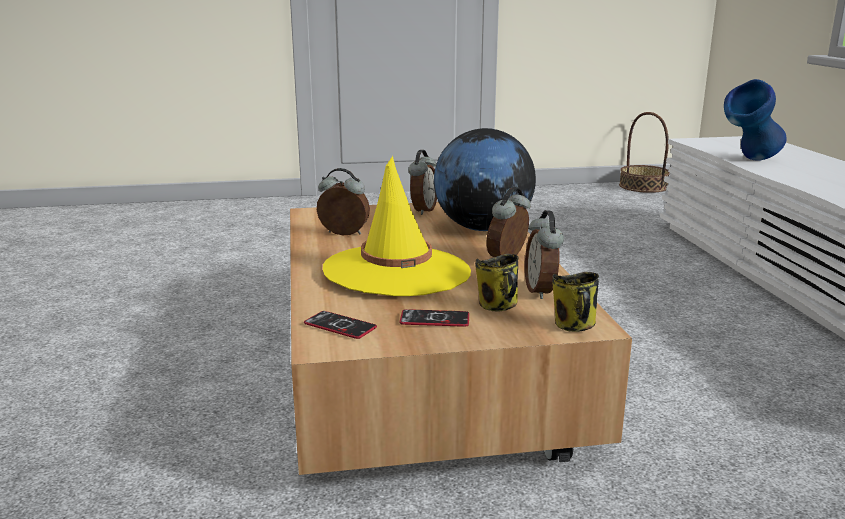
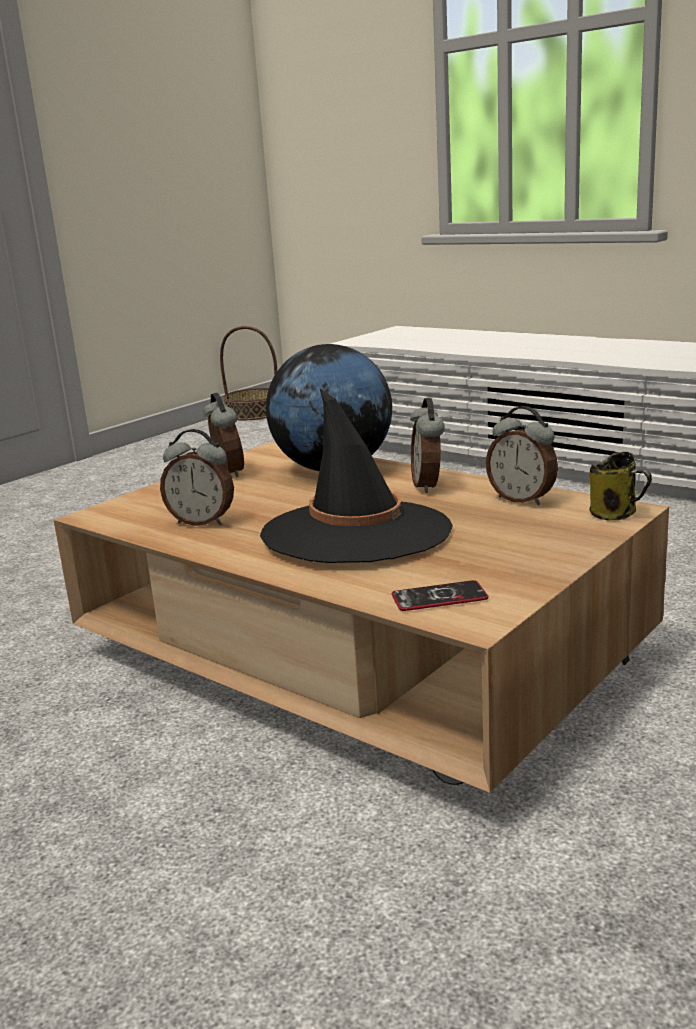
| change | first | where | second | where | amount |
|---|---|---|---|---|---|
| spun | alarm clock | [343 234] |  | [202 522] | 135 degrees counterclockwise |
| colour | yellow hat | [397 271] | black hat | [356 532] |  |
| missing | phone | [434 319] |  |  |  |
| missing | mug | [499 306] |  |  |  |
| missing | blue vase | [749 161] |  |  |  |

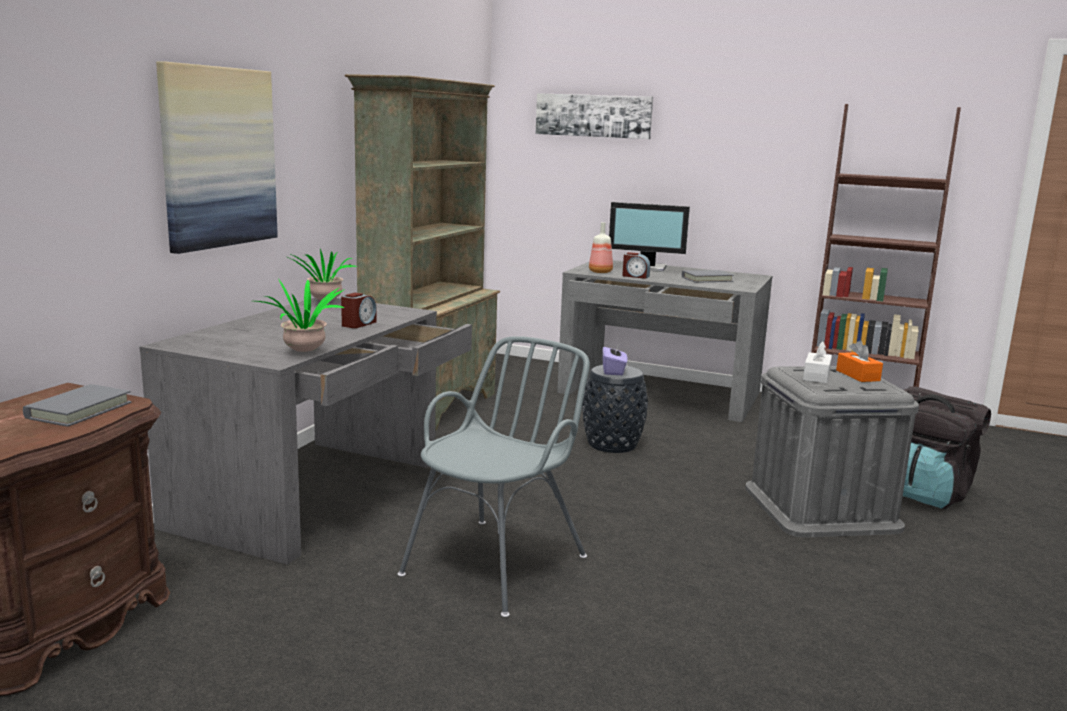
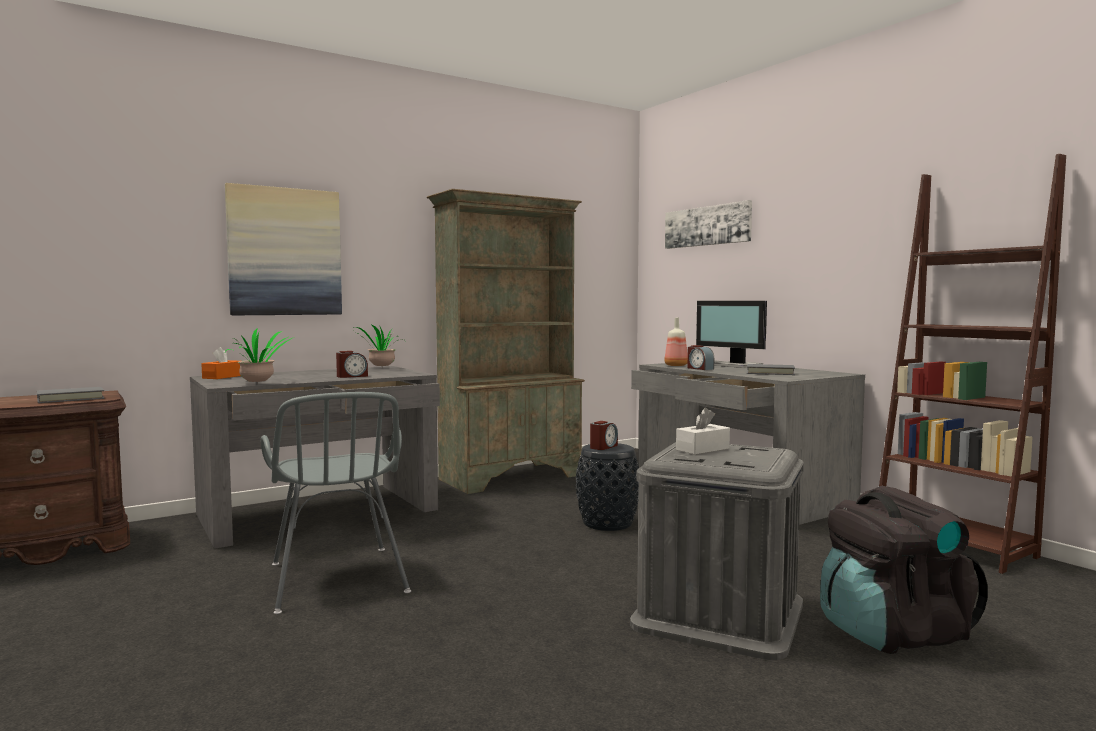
| change | first | where | second | where | amount |
|---|---|---|---|---|---|
| spun | grey chair | [498 561] |  | [337 580] | 90 degrees clockwise |
| exchanged | purple tissue box | [613 371] | alarm clock | [603 447] |  |
| relocated | orange tissue box | [857 375] |  | [222 377] |  |

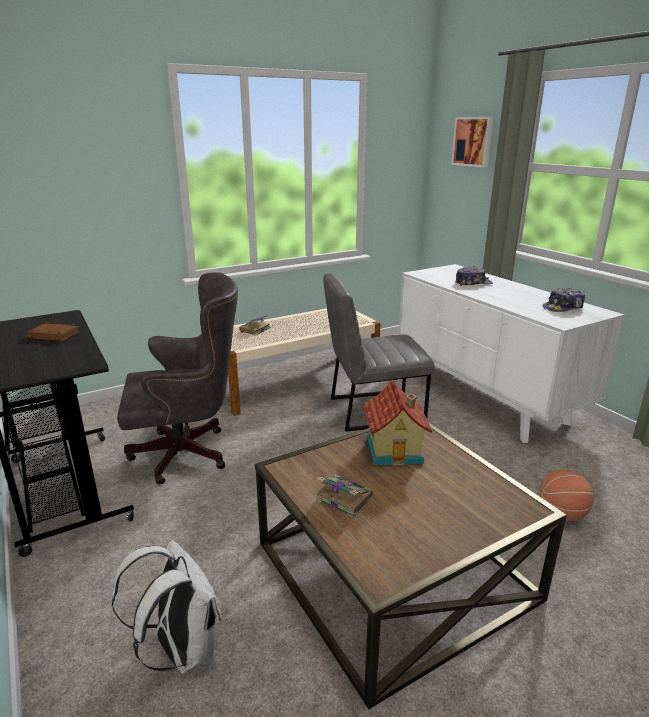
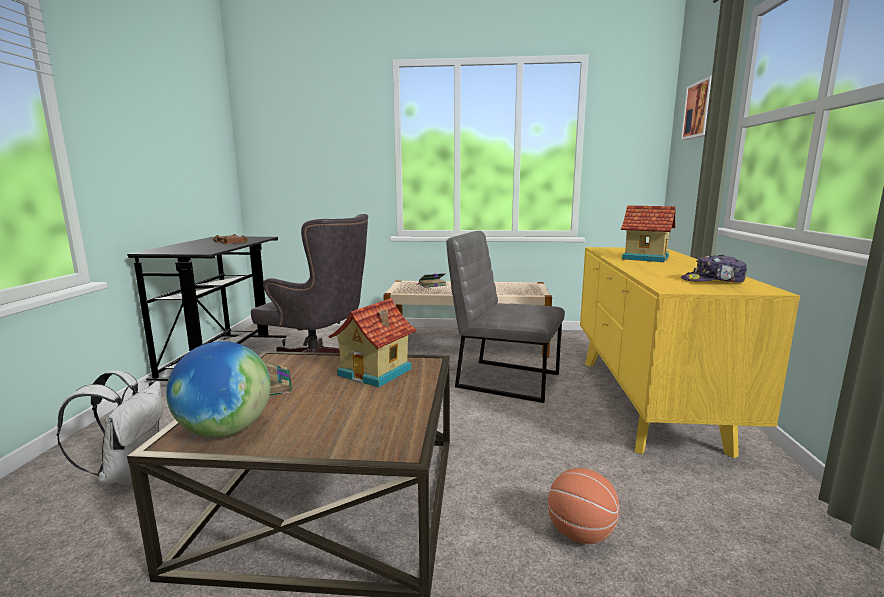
| change | first | where | second | where | amount |
|---|---|---|---|---|---|
| colour | white dresser | [485 397] | yellow dresser | [649 401] |  |
| exchanged | cap | [473 283] | toy house | [645 258] |  |
| appeared |  |  | globe | [225 430] |  |

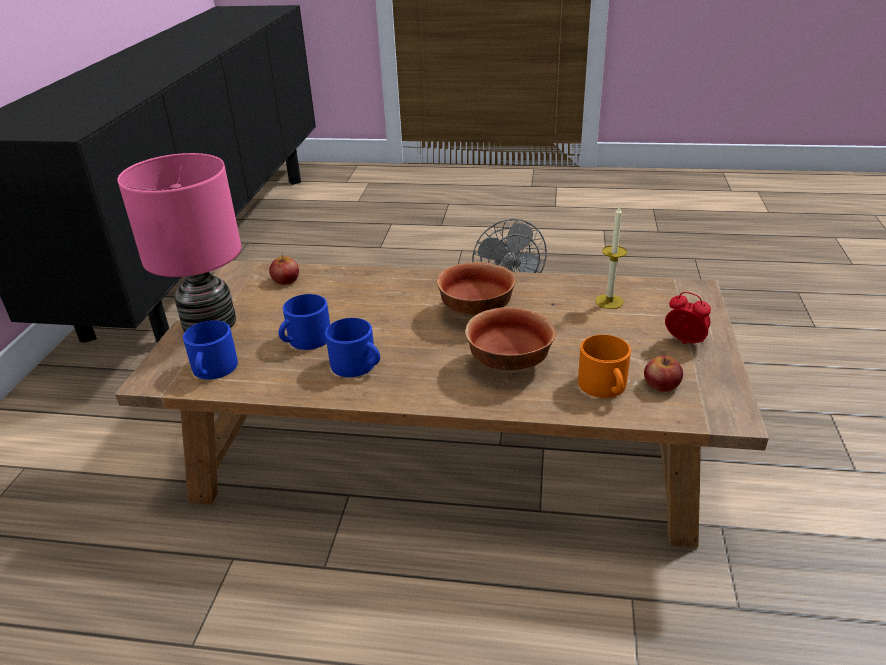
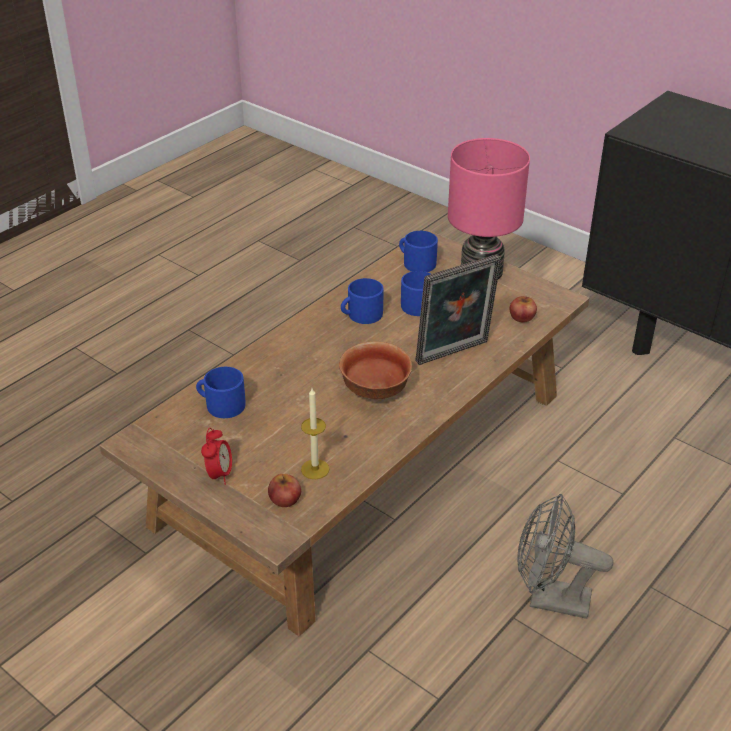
| change | first | where | second | where | amount |
|---|---|---|---|---|---|
| missing | bowl | [509 363] |  |  |  |
| colour | orange mug | [604 387] | blue mug | [221 404] |  |
| relocated | apple | [661 384] |  | [285 499] |  |
| spun | alarm clock | [684 342] |  | [219 474] | 60 degrees counterclockwise |
| appeared |  |  | picture frame | [454 354] |  |

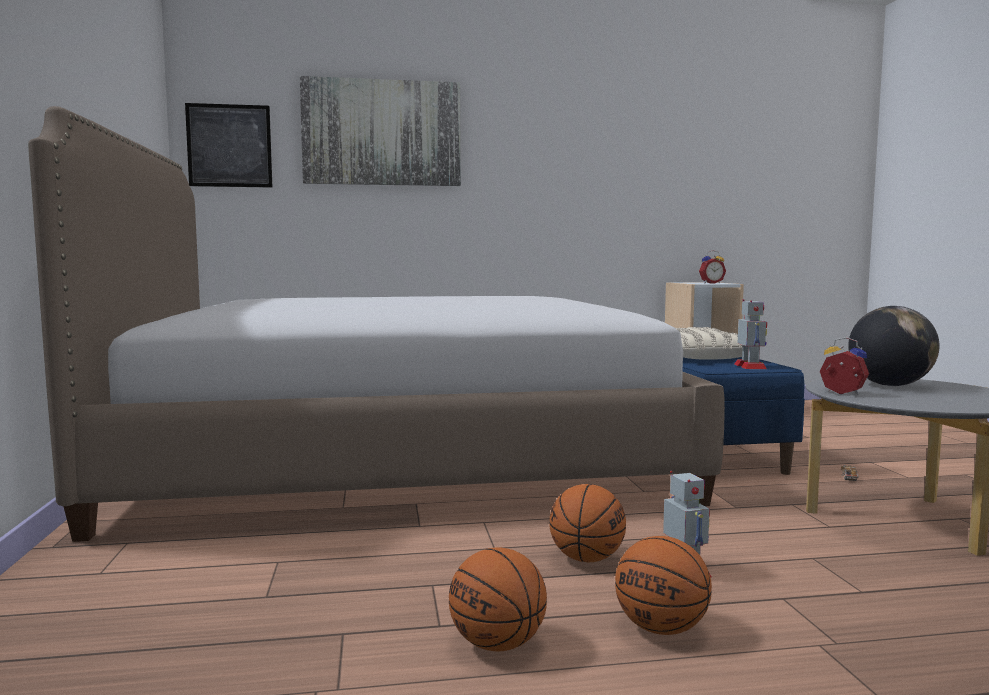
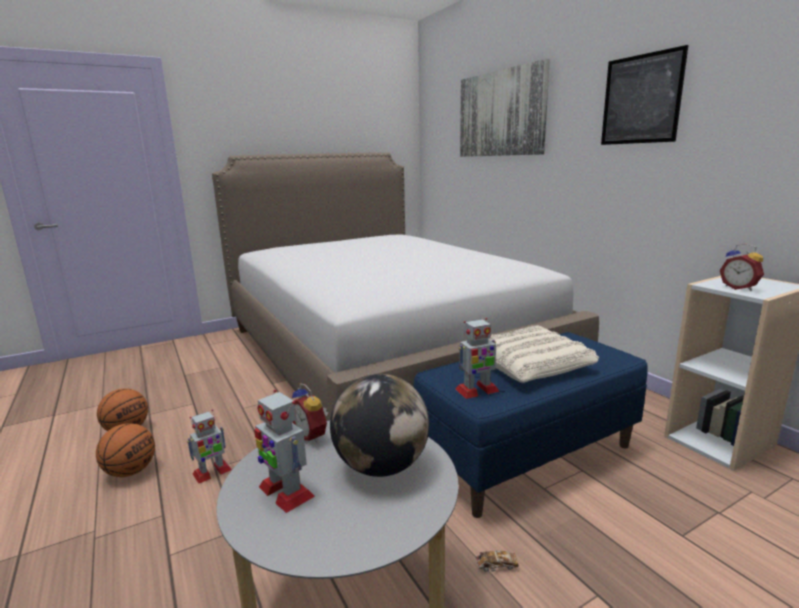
| change | first | where | second | where | amount |
|---|---|---|---|---|---|
| relocated | picture | [229 146] |  | [641 99] |  |
| missing | basketball | [586 559] |  |  |  |
| spun | alarm clock | [842 393] |  | [312 435] | 120 degrees clockwise |
| appeared |  |  | toy robot | [285 491] |  |

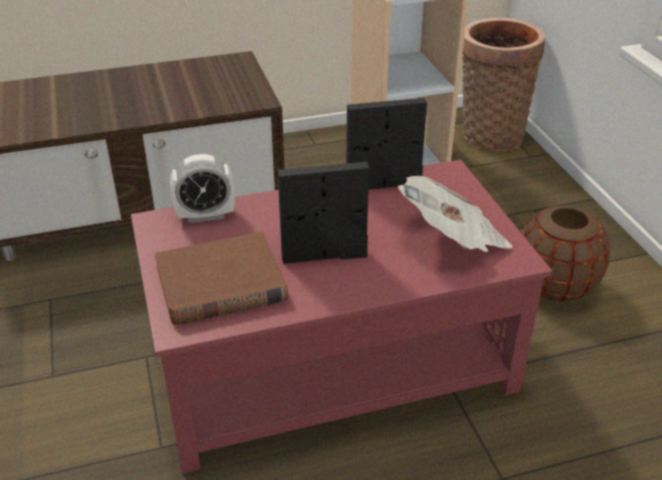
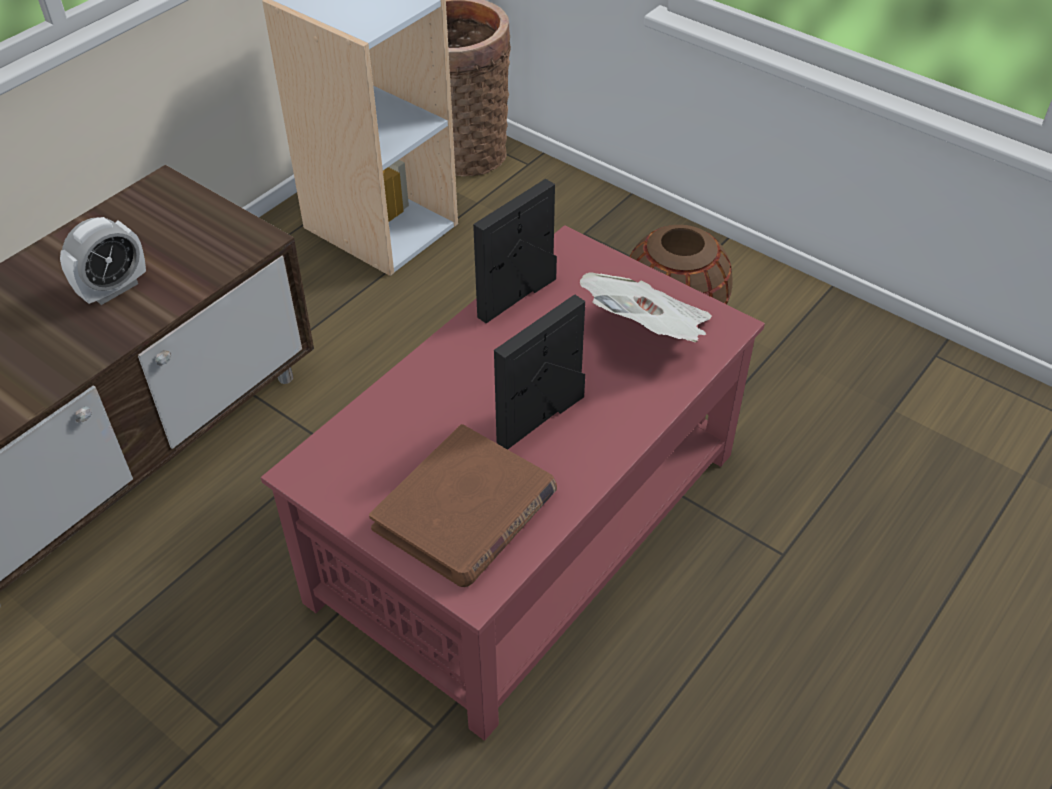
| change | first | where | second | where | amount |
|---|---|---|---|---|---|
| relocated | alarm clock | [205 215] |  | [113 289] |  |

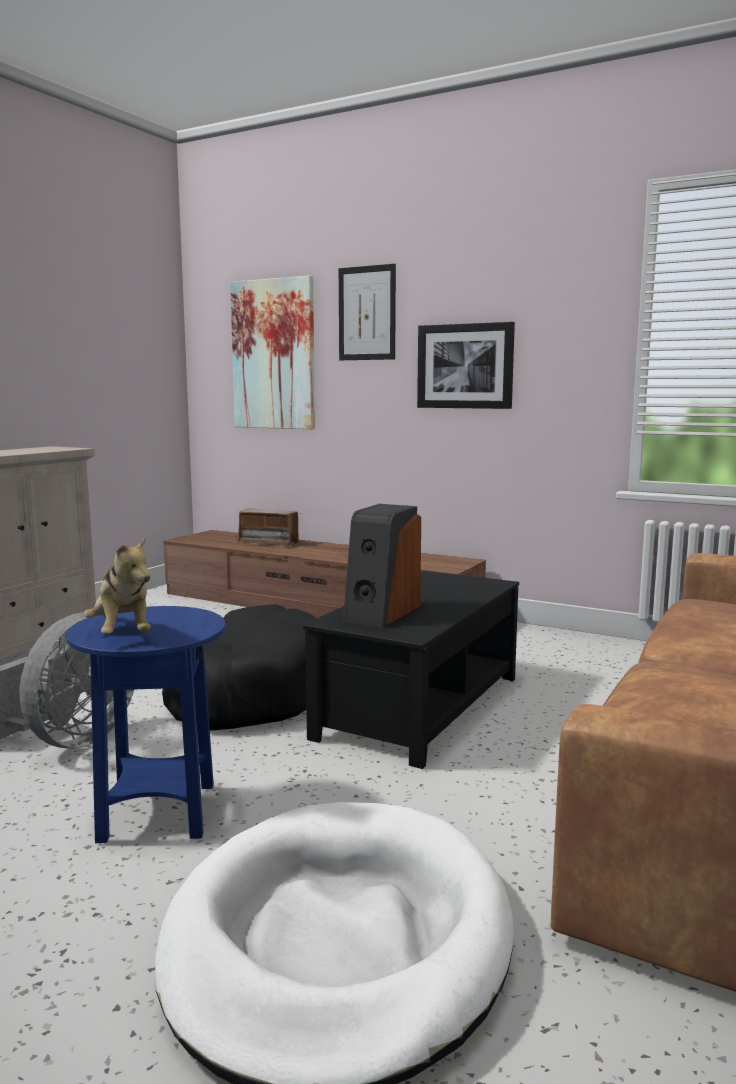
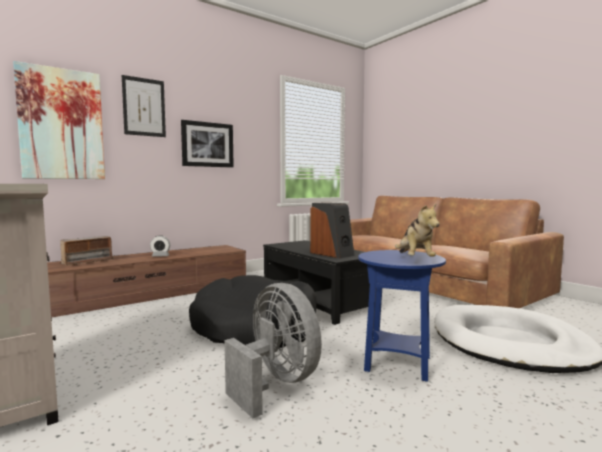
| change | first | where | second | where | amount |
|---|---|---|---|---|---|
| spun | plush toy | [122 634] |  | [415 259] | 90 degrees clockwise |
| appeared |  |  | alarm clock | [160 256] |  |

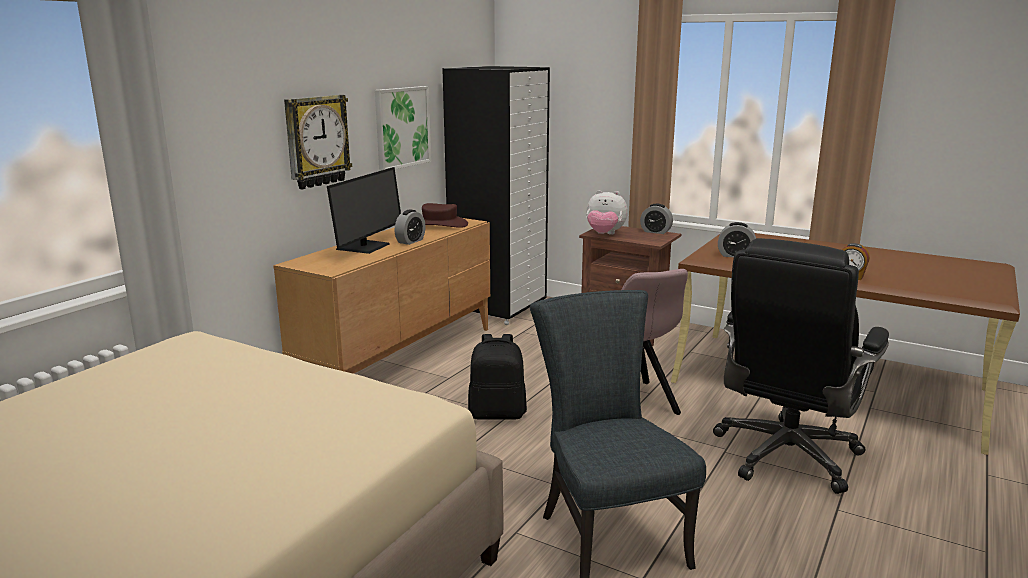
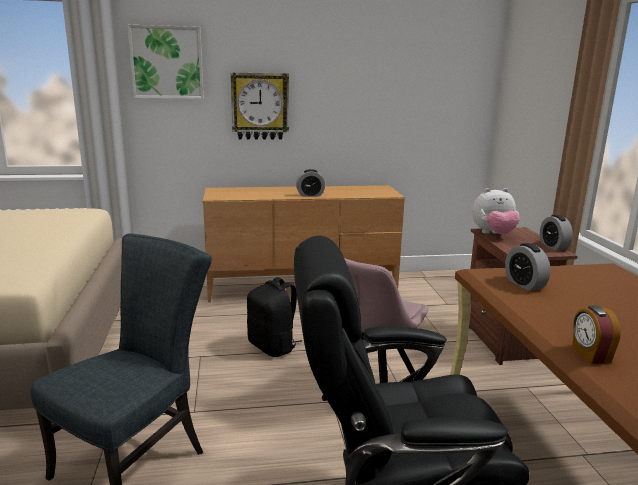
| change | first | where | second | where | amount |
|---|---|---|---|---|---|
| missing | monitor | [364 247] |  |  |  |
| relocated | picture | [402 127] |  | [167 62] |  |
| missing | brown hat | [440 224] |  |  |  |
| missing | wardrobe | [498 308] |  |  |  |
| spun | plush toy | [604 234] |  | [493 234] | 75 degrees counterclockwise |

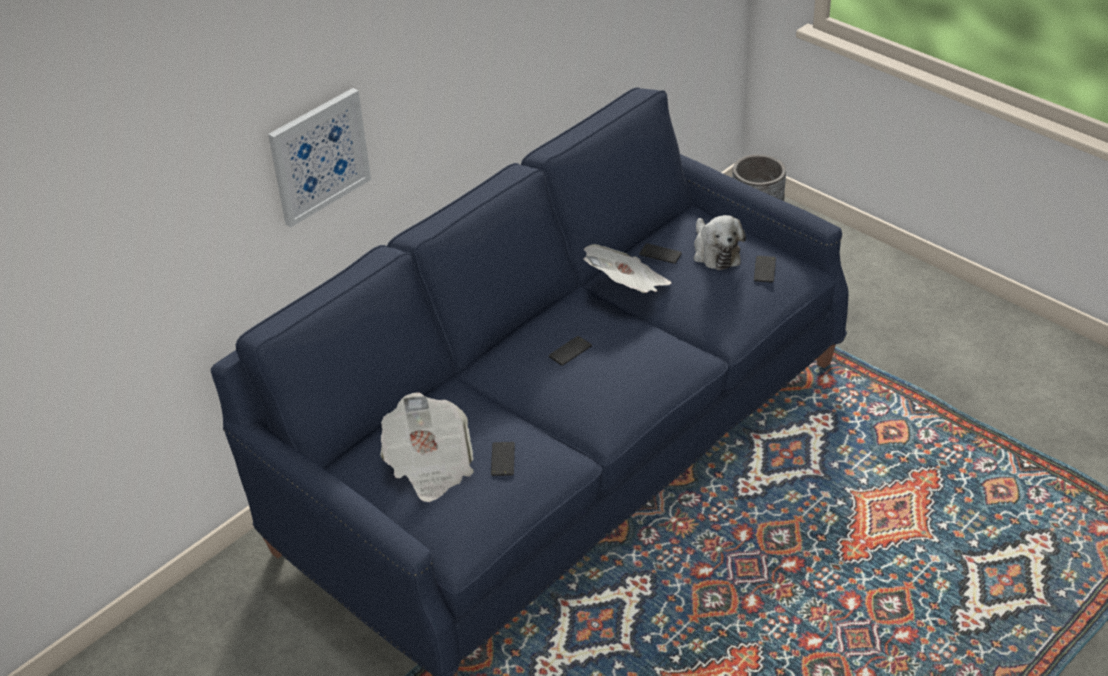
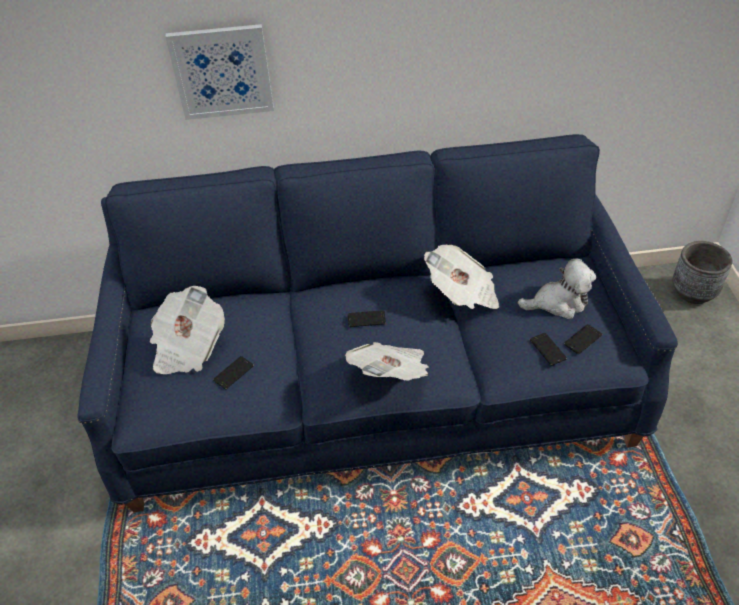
| change | first | where | second | where | amount |
|---|---|---|---|---|---|
| relocated | phone | [660 254] |  | [547 349] |  |
| spun | plush toy | [715 252] |  | [558 303] | 120 degrees counterclockwise |
| appeared |  |  | newspaper | [391 374] |  |

